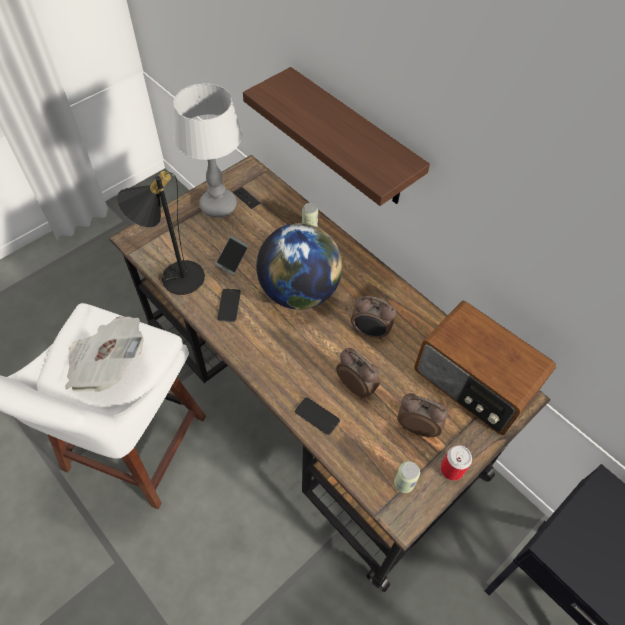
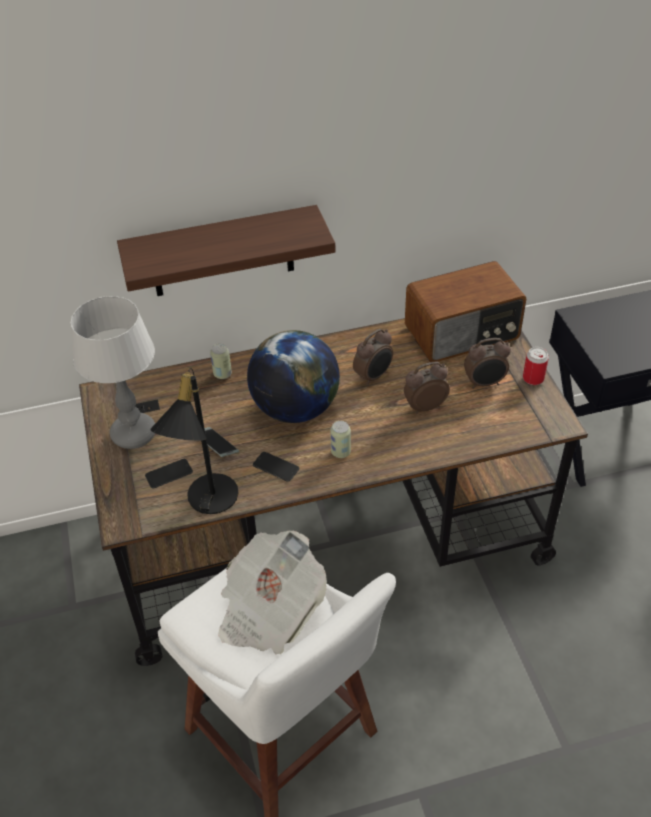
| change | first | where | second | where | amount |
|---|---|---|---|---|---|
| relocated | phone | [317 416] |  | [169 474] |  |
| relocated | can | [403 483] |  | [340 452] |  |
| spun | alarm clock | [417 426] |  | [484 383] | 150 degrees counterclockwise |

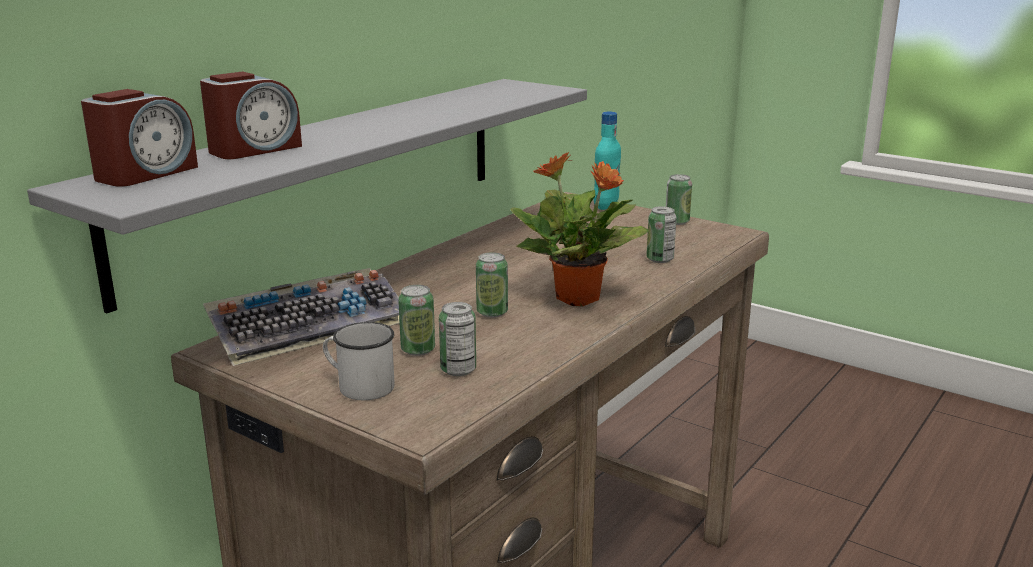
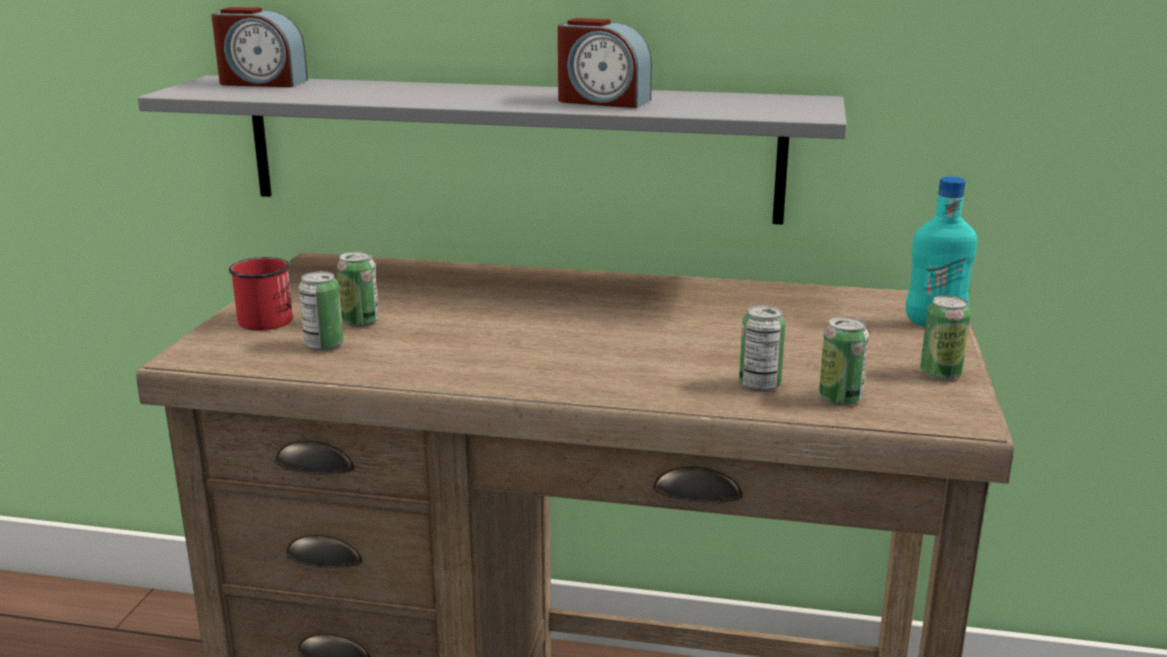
| change | first | where | second | where | amount |
|---|---|---|---|---|---|
| relocated | alarm clock | [254 149] |  | [602 101] |  |
| missing | keyboard | [309 328] |  |  |  |
| colour | white mug | [359 386] | red mug | [268 317] |  |
| relocated | can | [492 312] |  | [840 398] |  |
| missing | potted plant | [579 299] |  |  |  |

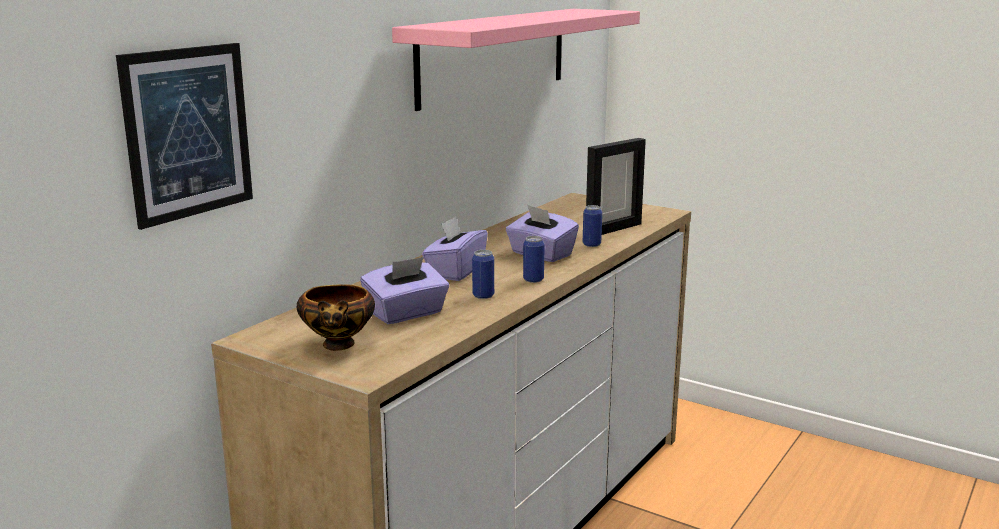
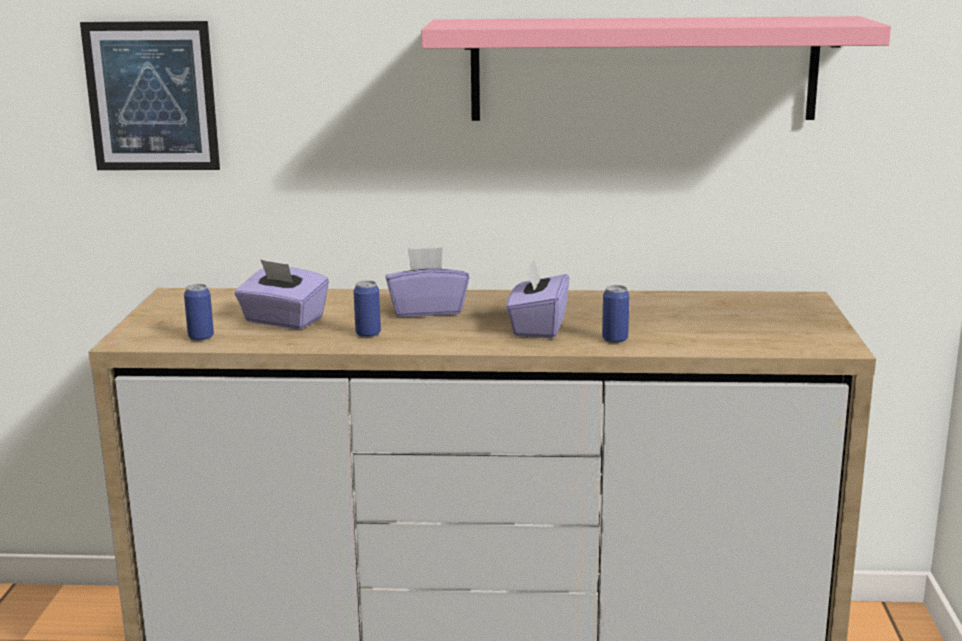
| change | first | where | second | where | amount |
|---|---|---|---|---|---|
| missing | bowl | [339 346] |  |  |  |
| relocated | can | [533 279] |  | [201 337] |  |
| missing | picture frame | [612 229] |  |  |  |

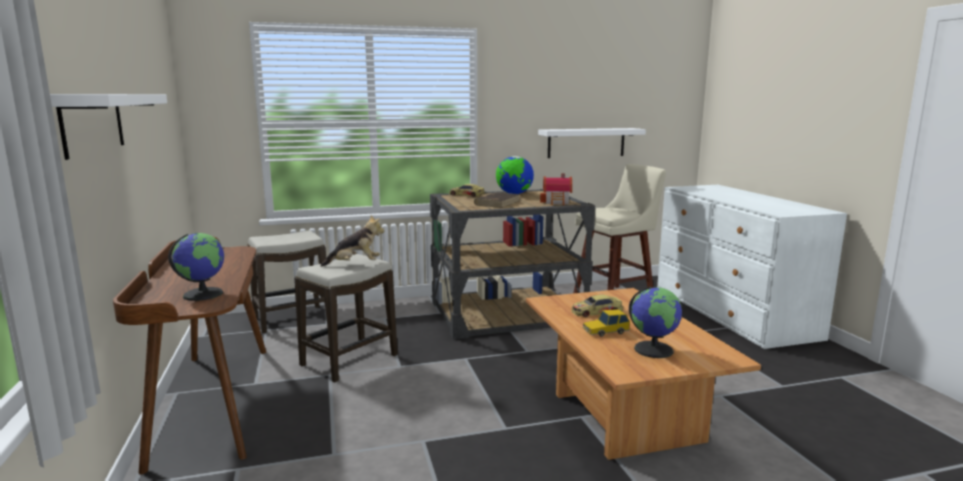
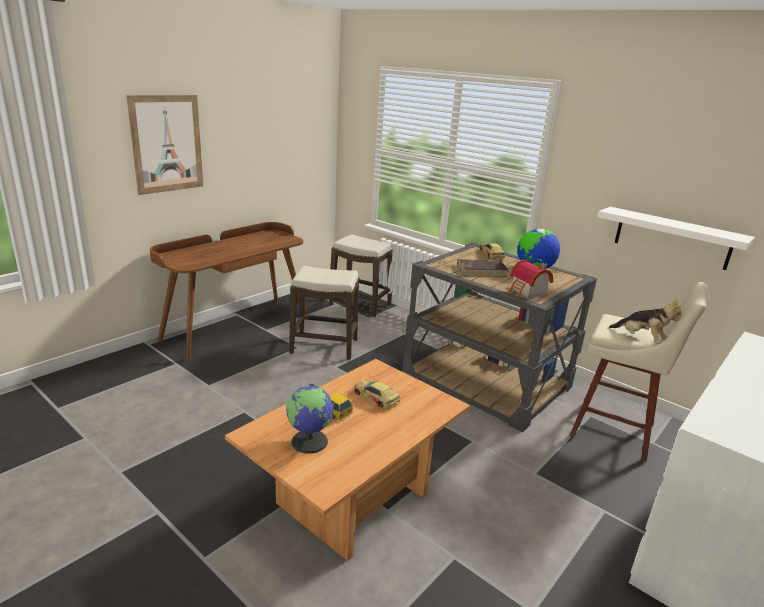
| change | first | where | second | where | amount |
|---|---|---|---|---|---|
| exchanged | white shelf | [93 123] | picture | [167 144] |  |
| missing | globe | [203 294] |  |  |  |
| relocated | plush toy | [355 264] |  | [641 339] |  |

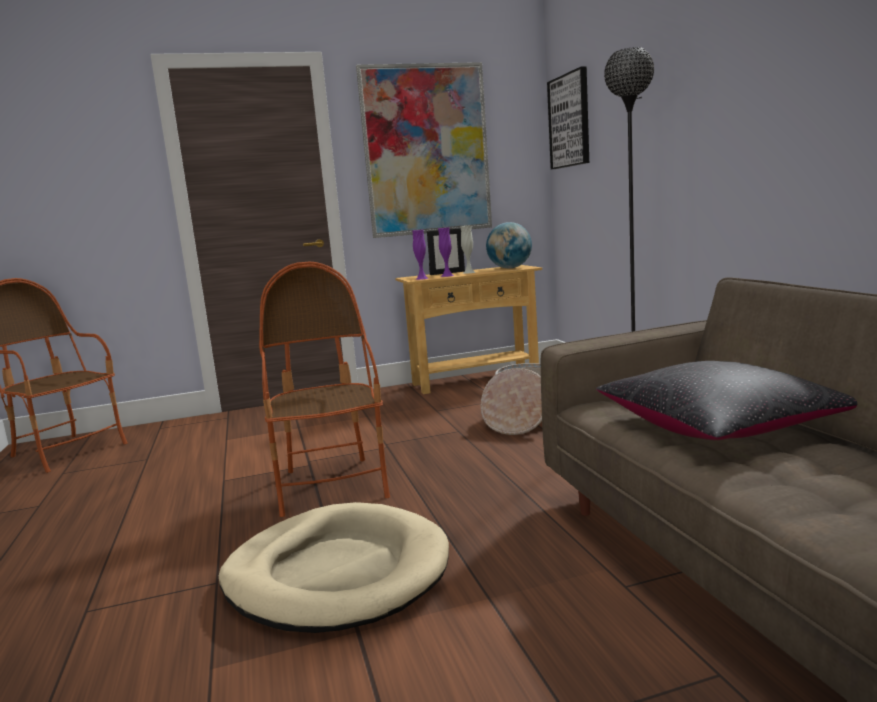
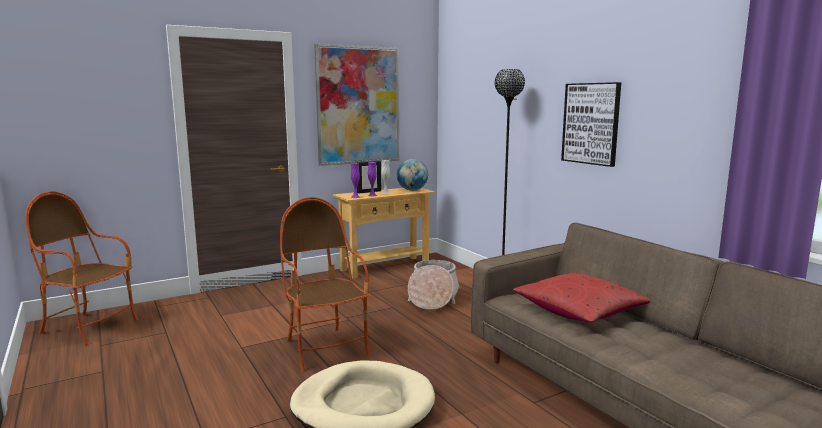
| change | first | where | second | where | amount |
|---|---|---|---|---|---|
| relocated | picture | [570 121] |  | [591 123] |  |
| colour | black pillow | [717 426] | red pillow | [579 311] |  |

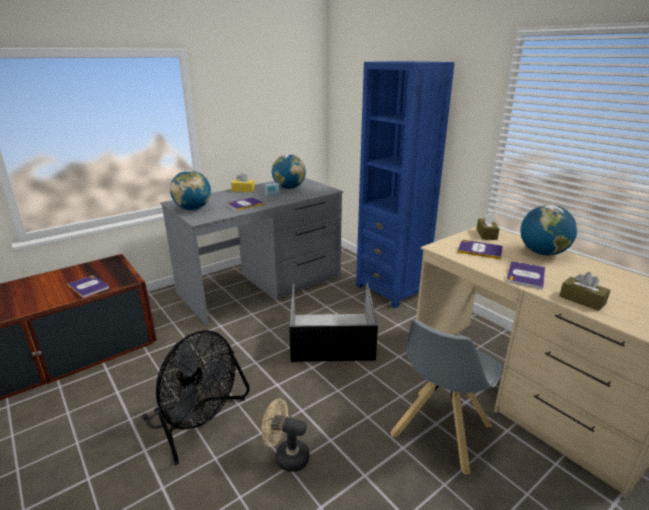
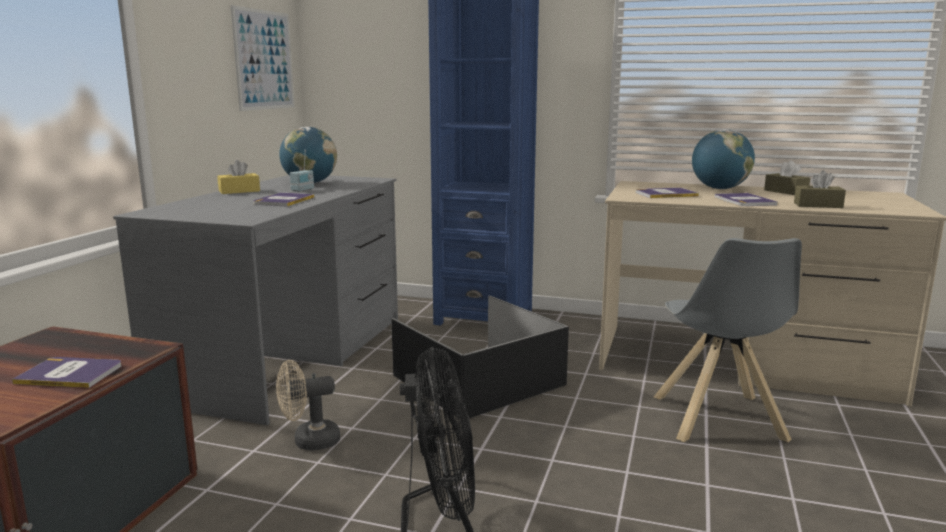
| change | first | where | second | where | amount |
|---|---|---|---|---|---|
| missing | globe | [193 209] |  |  |  |
| relocated | beige fan | [286 456] |  | [309 441] |  |
| relocated | brown tissue box | [486 234] |  | [785 192] |  |
| appeared |  |  | picture | [264 60] |  |

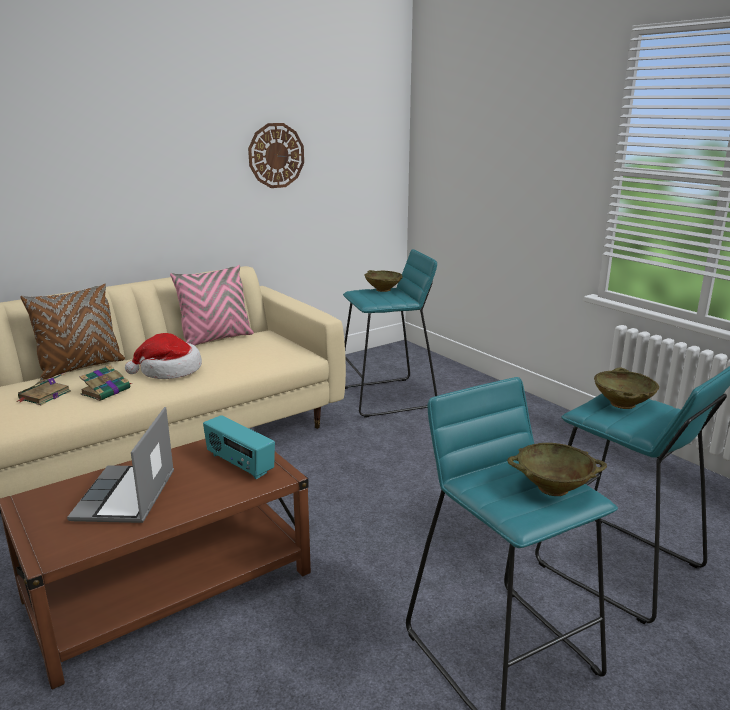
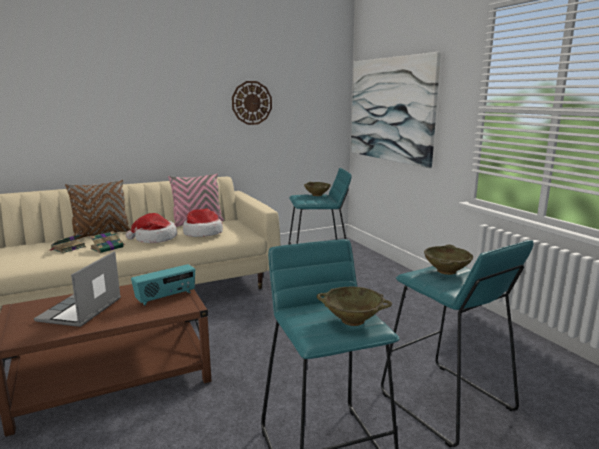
| change | first | where | second | where | amount |
|---|---|---|---|---|---|
| spun | radio | [239 464] |  | [166 297] | 90 degrees counterclockwise |
| appeared |  |  | hat | [202 233] |  |
| appeared |  |  | picture | [390 109] |  |

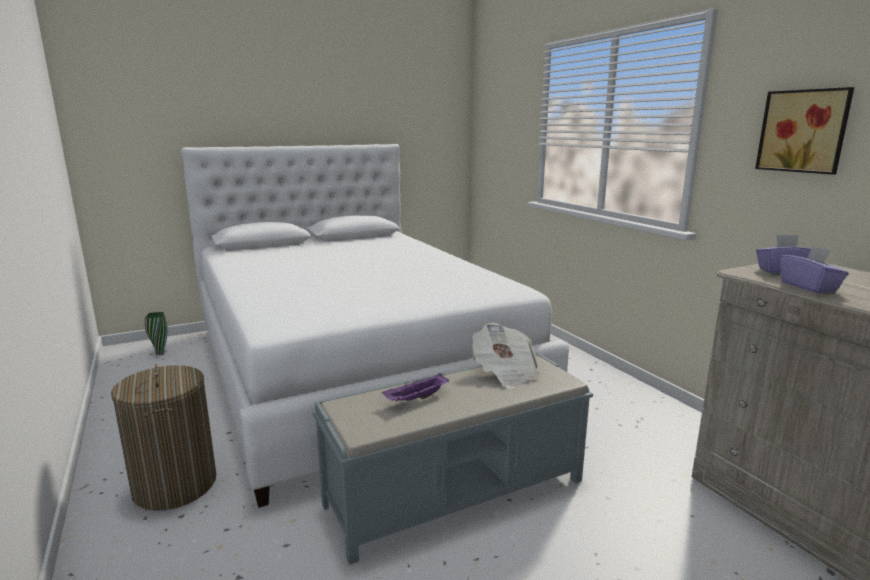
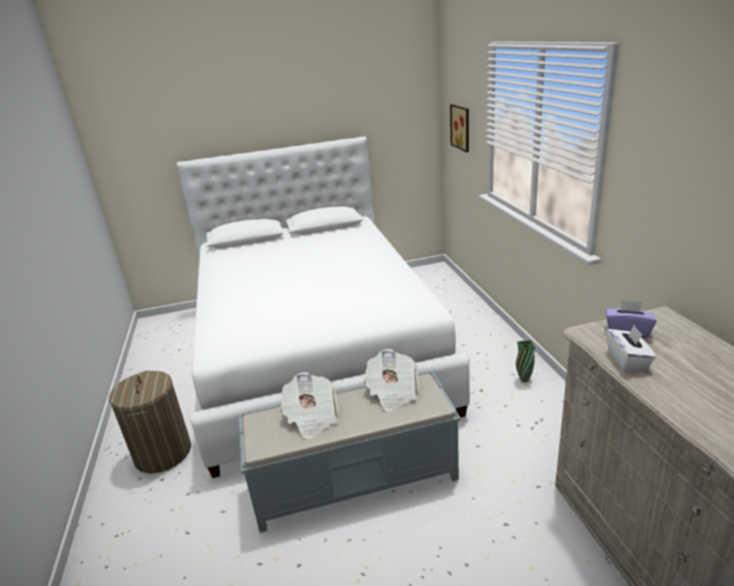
| change | first | where | second | where | amount |
|---|---|---|---|---|---|
| relocated | green vase | [160 353] |  | [524 380] |  |
| exchanged | purple tray | [416 399] | newspaper | [311 417] |  |
| relocated | picture | [804 131] |  | [462 127] |  |
| colour | purple tissue box | [809 287] | white tissue box | [628 360] |  |

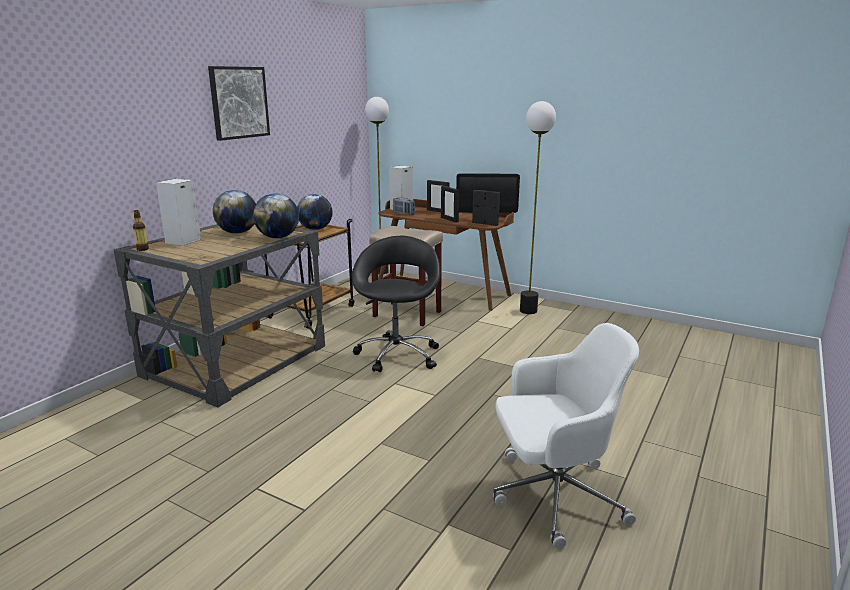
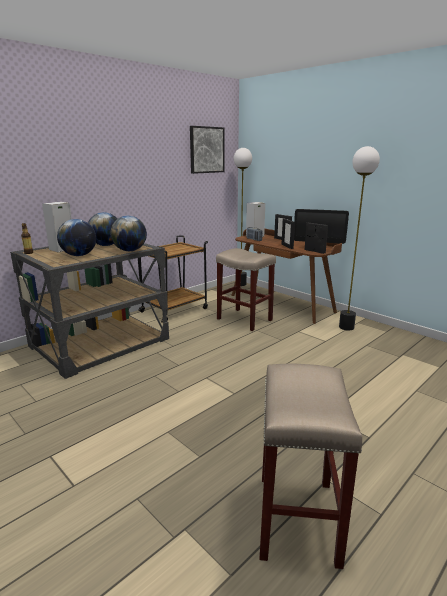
| change | first | where | second | where | amount |
|---|---|---|---|---|---|
| relocated | picture | [239 102] |  | [206 150] |  |
| relocated | globe | [315 229] |  | [79 255] |  |
| missing | black office chair | [398 354] |  |  |  |
| exchanged | white office chair | [553 496] | beige stool | [298 519] |  |

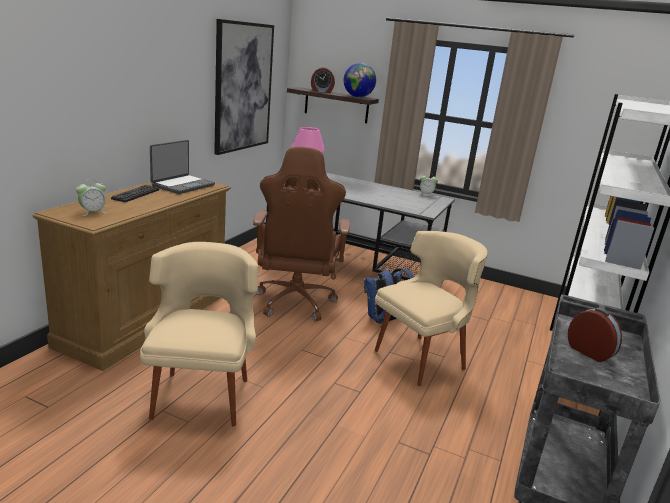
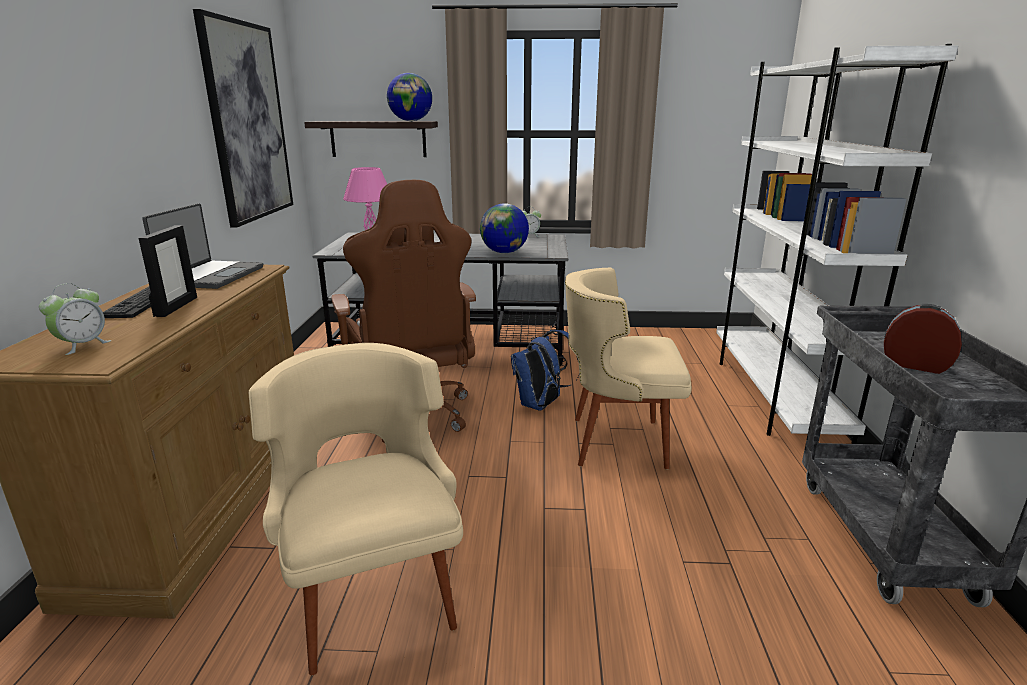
| change | first | where | second | where | amount |
|---|---|---|---|---|---|
| missing | alarm clock | [321 91] |  |  |  |
| spun | beige chair | [418 360] |  | [619 443] | 120 degrees counterclockwise |
| appeared |  |  | picture frame | [176 306] |  |
| appeared |  |  | globe | [504 252] |  |

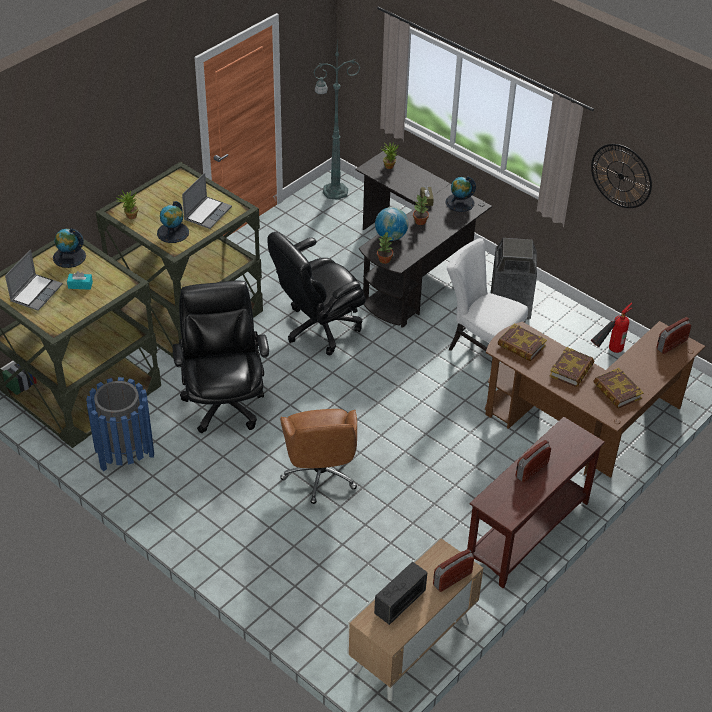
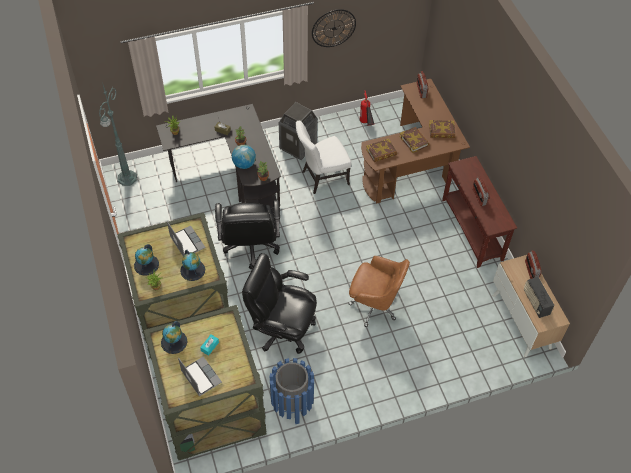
| change | first | where | second | where | amount |
|---|---|---|---|---|---|
| relocated | globe | [460 202] |  | [146 265] |  |

